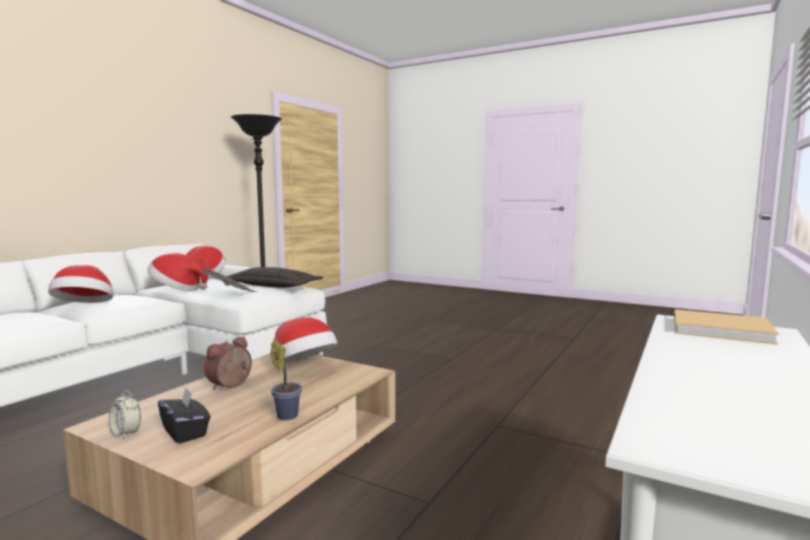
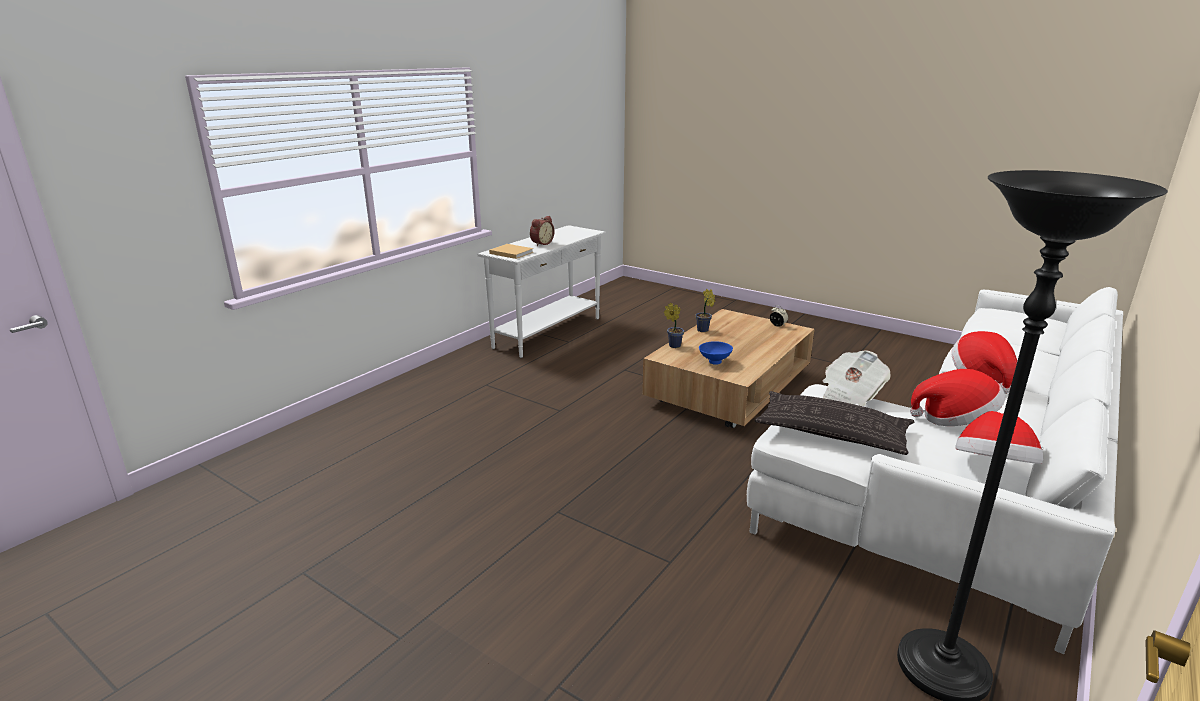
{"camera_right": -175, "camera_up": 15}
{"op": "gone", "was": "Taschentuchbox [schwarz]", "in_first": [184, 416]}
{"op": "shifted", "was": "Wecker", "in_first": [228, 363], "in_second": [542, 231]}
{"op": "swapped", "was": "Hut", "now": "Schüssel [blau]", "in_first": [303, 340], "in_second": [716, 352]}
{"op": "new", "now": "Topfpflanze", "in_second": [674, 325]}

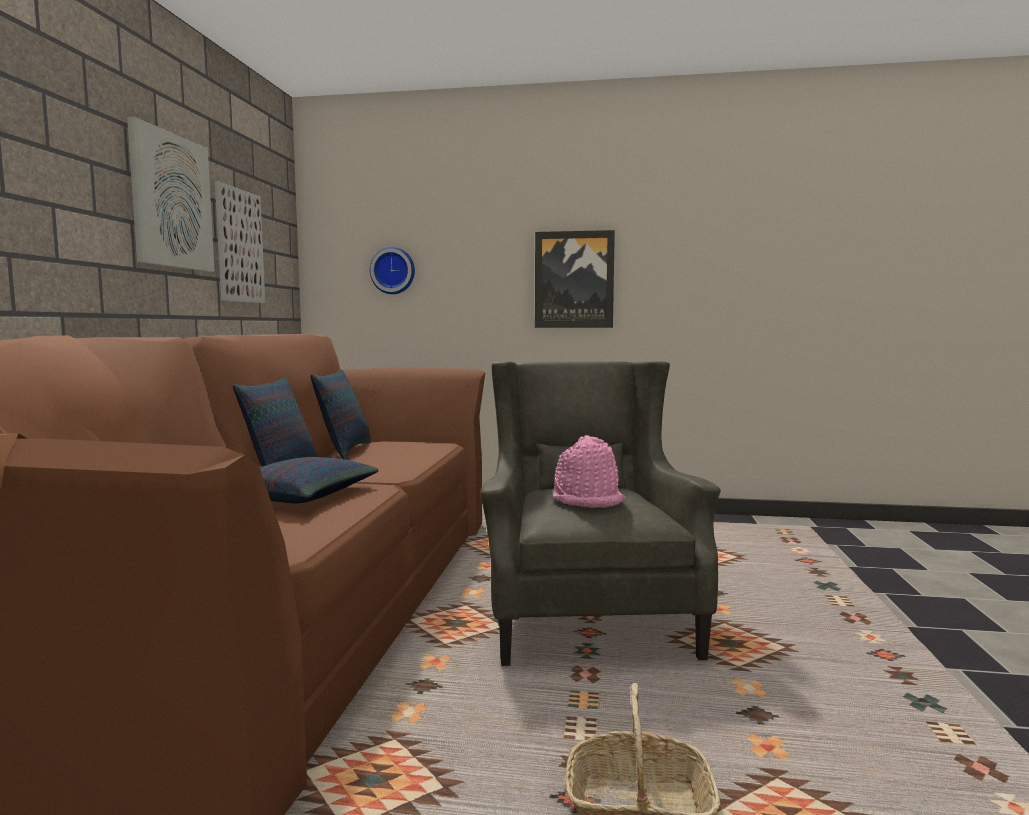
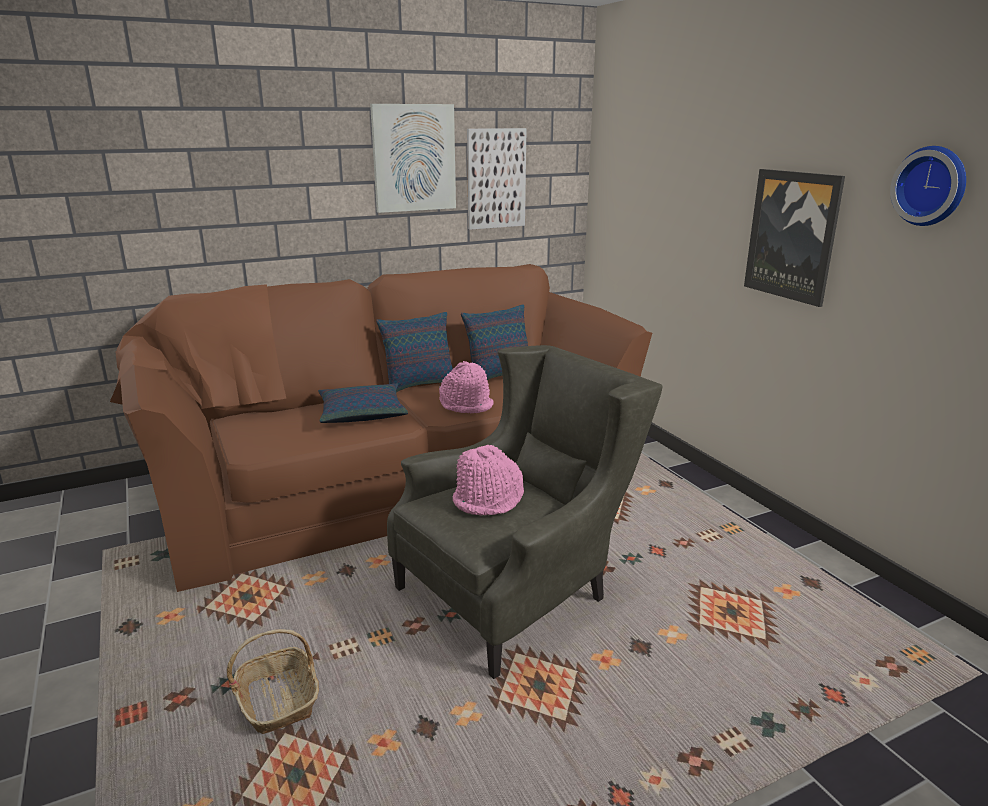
{"camera_right": 55, "camera_up": 15}
{"op": "shifted", "was": "Wanduhr", "in_first": [392, 270], "in_second": [928, 186]}
{"op": "new", "now": "Hut [rosa]", "in_second": [466, 387]}

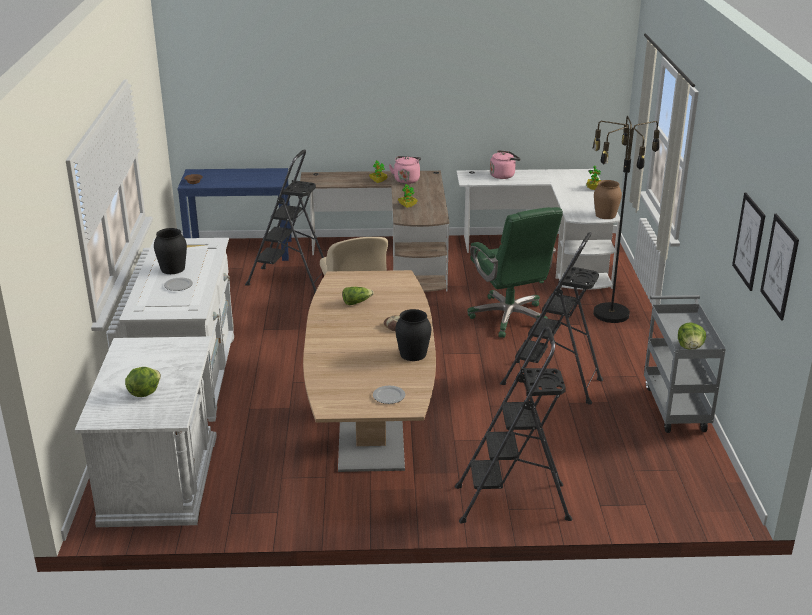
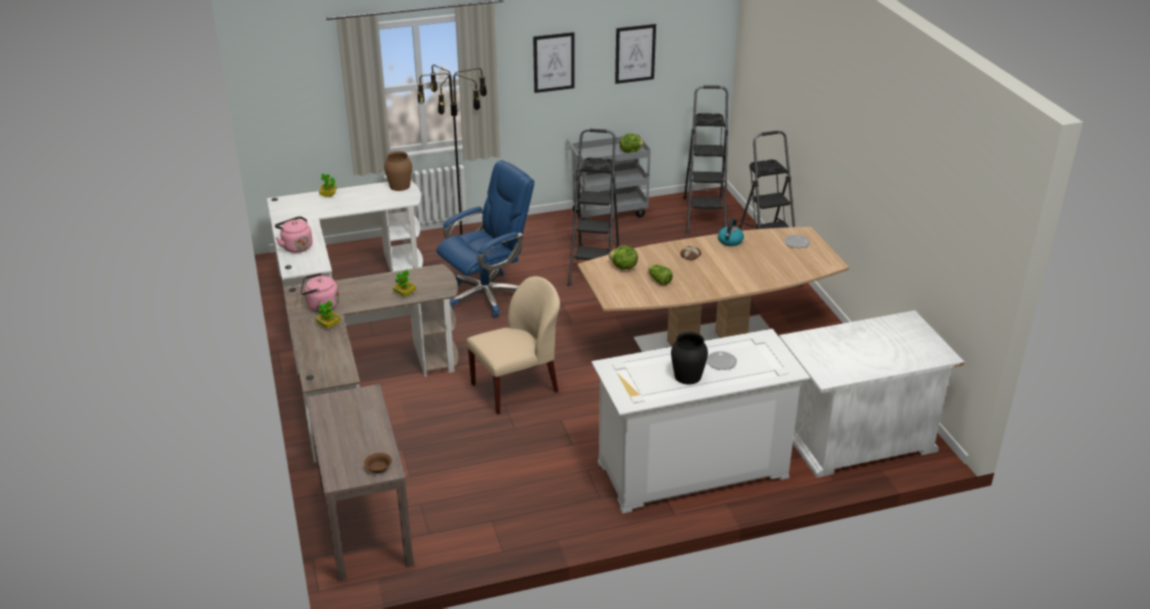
{"camera_right": -105, "camera_up": 5}
{"op": "shifted", "was": "Salatkopf", "in_first": [143, 382], "in_second": [623, 258]}
{"op": "repainted", "was": "Konsolentisch [blau]", "now": "Konsolentisch [braun]", "in_first": [234, 214], "in_second": [360, 483]}
{"op": "shifted", "was": "Trittleiter", "in_first": [284, 221], "in_second": [705, 159]}
{"op": "swapped", "was": "Vase [schwarz]", "now": "Wasserkessel", "in_first": [413, 335], "in_second": [731, 232]}
{"op": "repainted", "was": "Bürostuhl [grün]", "now": "Bürostuhl [blau]", "in_first": [515, 272], "in_second": [485, 239]}
{"op": "shifted", "was": "Bild", "in_first": [779, 267], "in_second": [554, 62]}

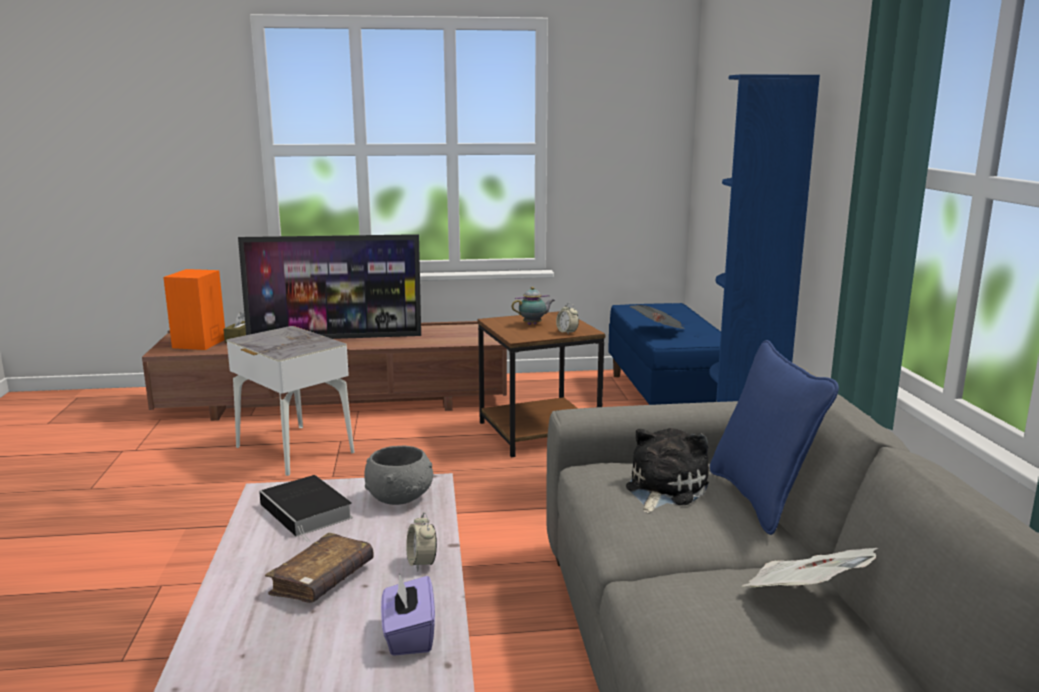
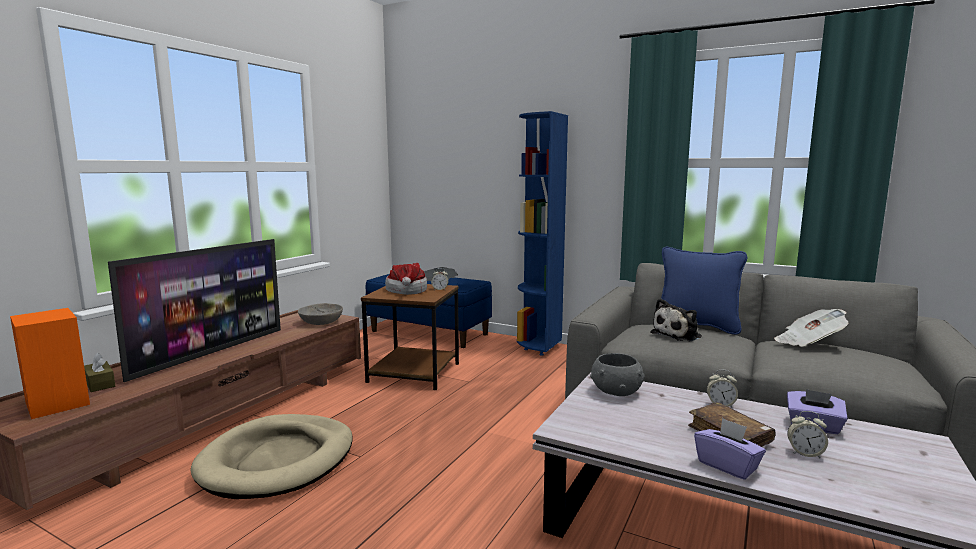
{"camera_right": -55, "camera_up": -5}
{"op": "swapped", "was": "Beistelltisch", "now": "Hundebett [beige]", "in_first": [290, 401], "in_second": [271, 456]}
{"op": "gone", "was": "Buch", "in_first": [306, 508]}
{"op": "swapped", "was": "Teekanne", "now": "Hut", "in_first": [533, 306], "in_second": [406, 279]}
{"op": "rotated", "was": "Plüschtier", "in_first": [667, 471], "in_second": [676, 320], "clockwise": -105}
{"op": "new", "now": "Schüssel [grau]", "in_second": [320, 314]}
{"op": "new", "now": "Taschentuchbox [lila]", "in_second": [730, 449]}
{"op": "new", "now": "Wecker", "in_second": [807, 434]}

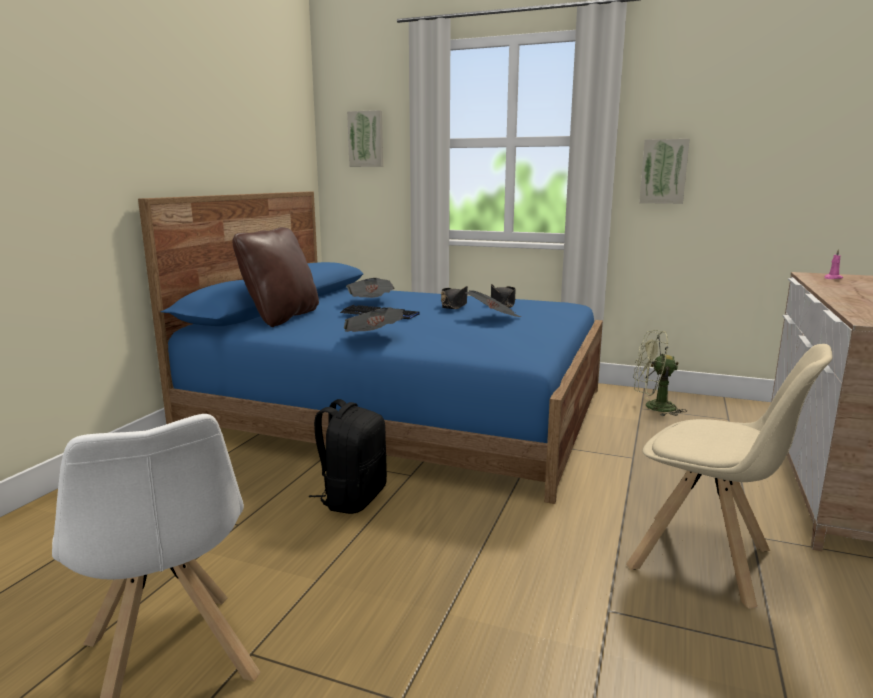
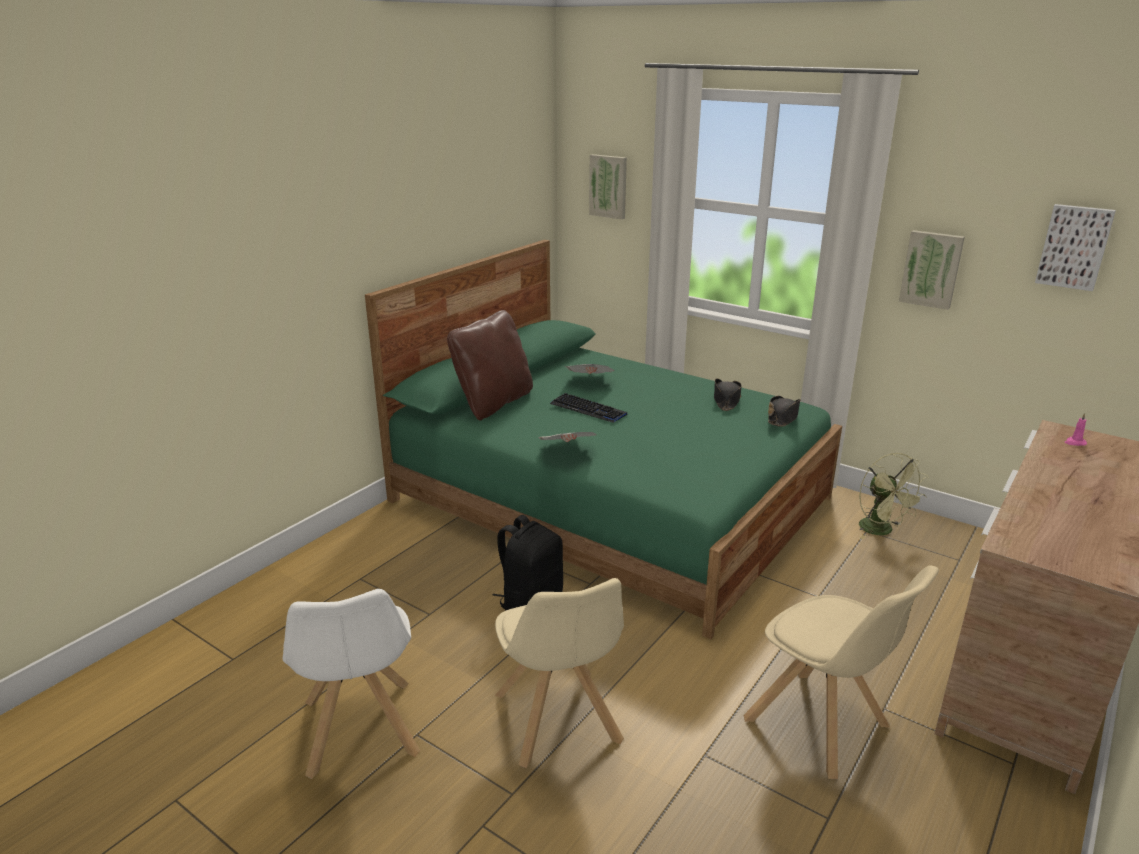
{"camera_right": 15, "camera_up": 10}
{"op": "repainted", "was": "Bett [blau]", "now": "Bett [grün]", "in_first": [370, 348], "in_second": [603, 439]}
{"op": "shifted", "was": "Hut [schwarz]", "in_first": [454, 297], "in_second": [784, 411]}
{"op": "gone", "was": "Zeitung", "in_first": [493, 303]}
{"op": "rotated", "was": "Ventilator [grün]", "in_first": [660, 373], "in_second": [893, 496], "clockwise": -135}
{"op": "new", "now": "Stuhl [beige]", "in_second": [559, 673]}
{"op": "new", "now": "Bild", "in_second": [1075, 247]}

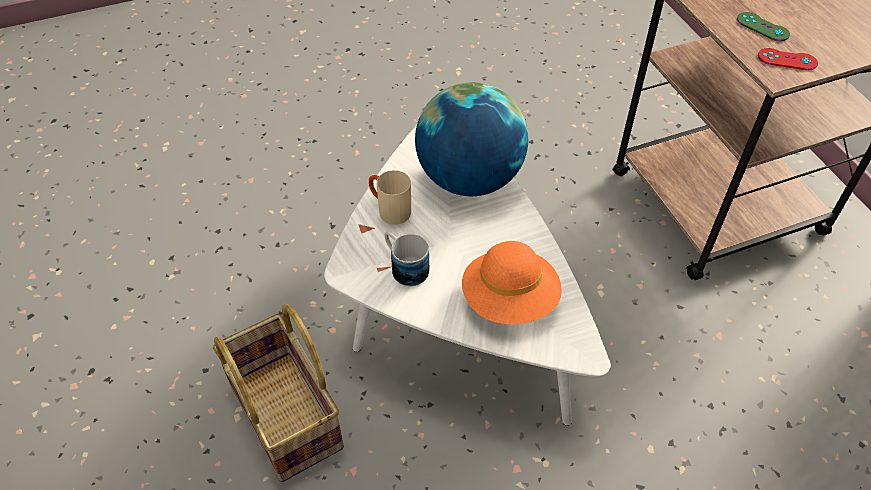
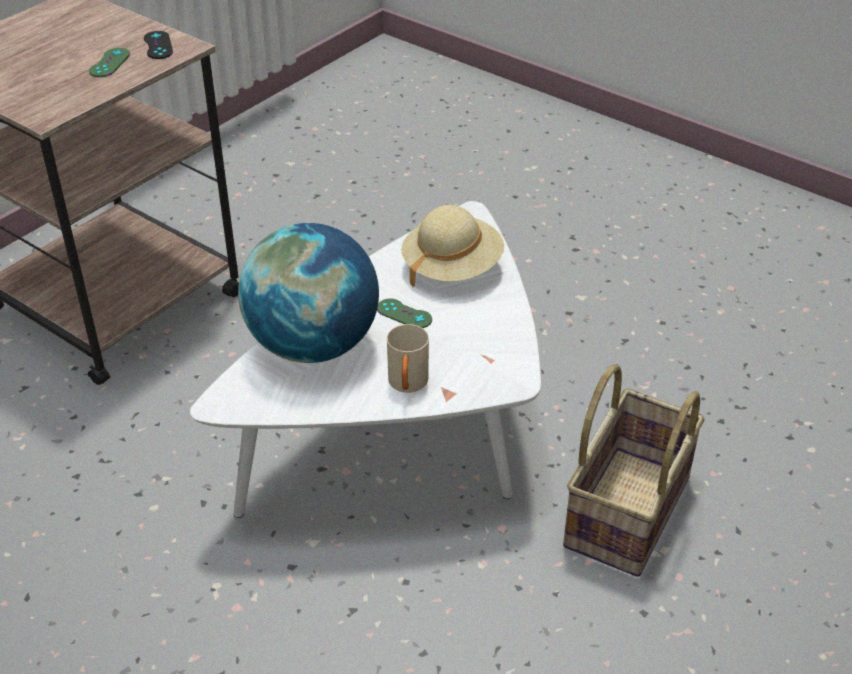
{"camera_right": -120, "camera_up": -10}
{"op": "gone", "was": "Henkelbecher", "in_first": [407, 258]}
{"op": "repainted", "was": "Hut [orange]", "now": "Hut [beige]", "in_first": [512, 282], "in_second": [452, 246]}
{"op": "repainted", "was": "Gamepad [rot]", "now": "Gamepad [schwarz]", "in_first": [788, 59], "in_second": [158, 45]}
{"op": "new", "now": "Gamepad [grün]", "in_second": [404, 313]}

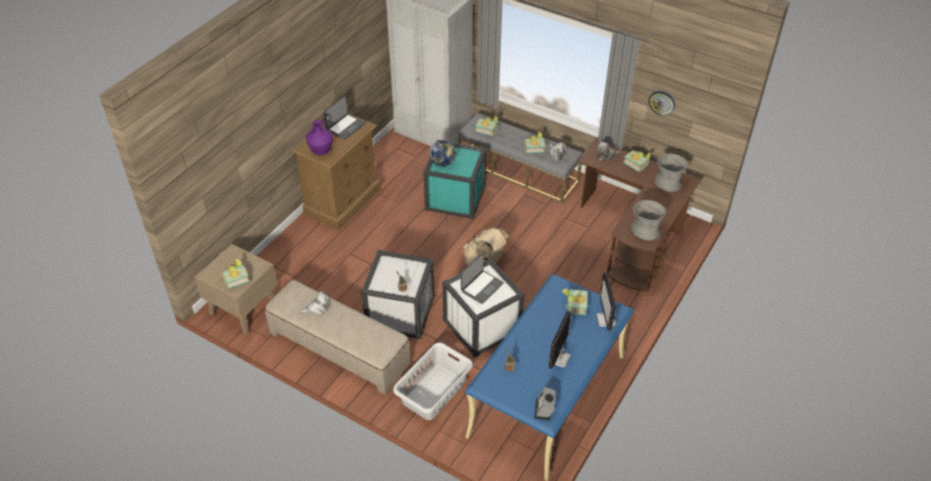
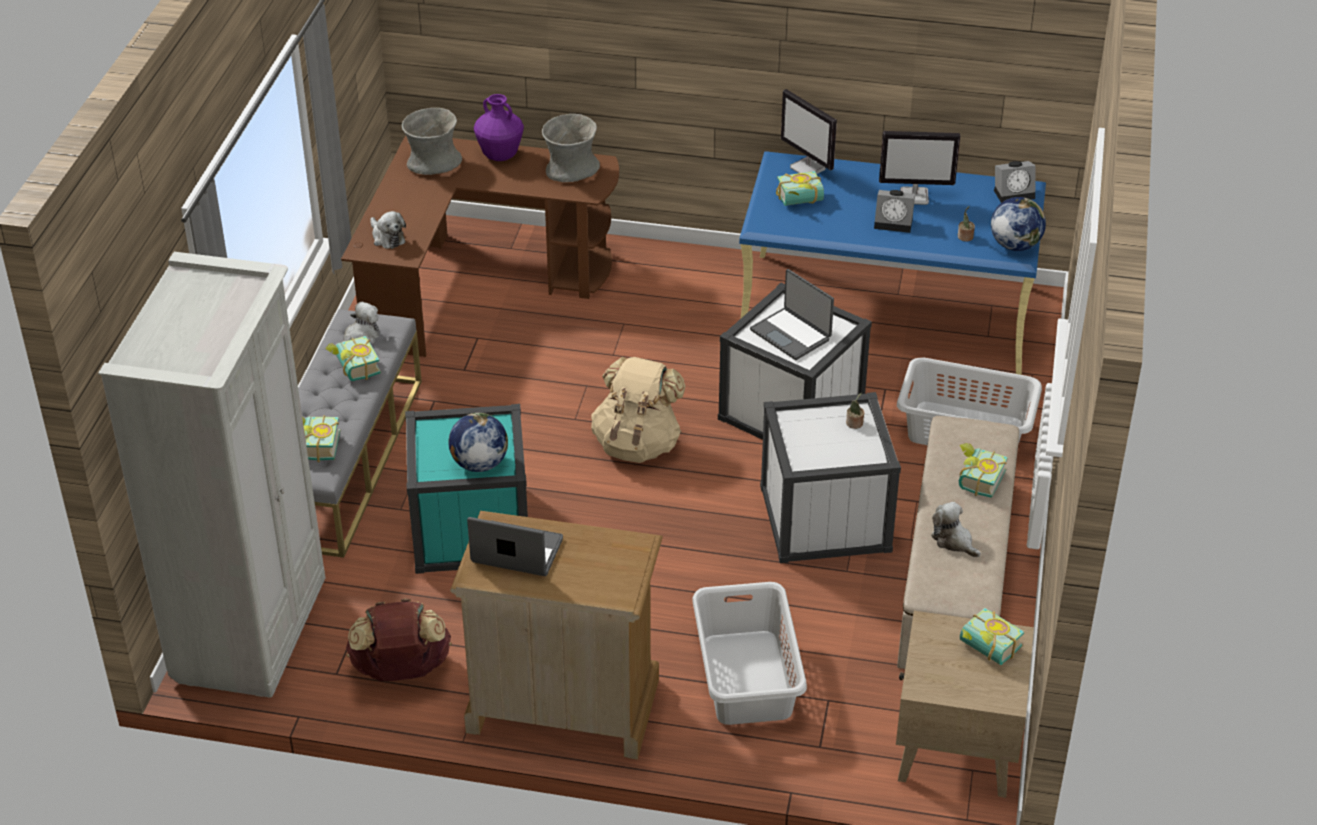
{"camera_right": -110, "camera_up": -5}
{"op": "shifted", "was": "Vase [lila]", "in_first": [319, 137], "in_second": [499, 127]}
{"op": "rotated", "was": "Laptop", "in_first": [482, 278], "in_second": [792, 314], "clockwise": -150}
{"op": "rotated", "was": "Monitor", "in_first": [606, 301], "in_second": [809, 131], "clockwise": 75}
{"op": "shifted", "was": "Buch", "in_first": [636, 161], "in_second": [983, 470]}
{"op": "gone", "was": "Wanduhr", "in_first": [661, 103]}
{"op": "new", "now": "Rucksack [braun]", "in_second": [399, 639]}
{"op": "new", "now": "Wäschekorb [grau]", "in_second": [749, 653]}
{"op": "new", "now": "Wecker", "in_second": [894, 211]}
{"op": "new", "now": "Globus", "in_second": [1018, 224]}

